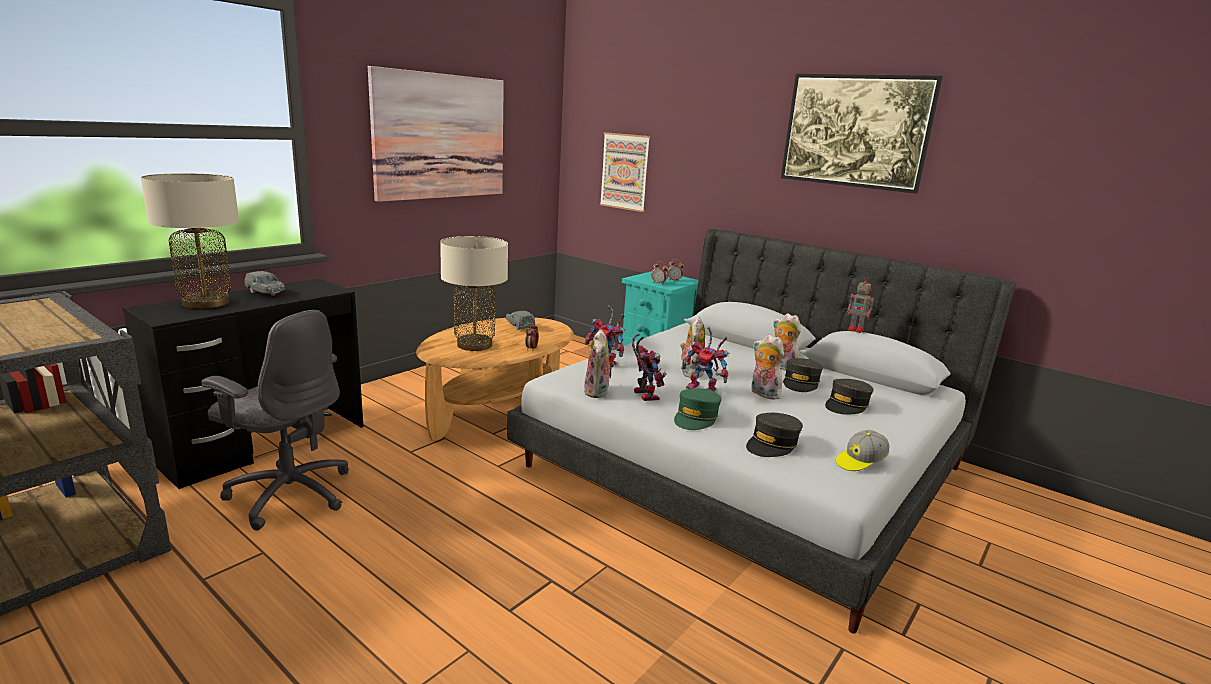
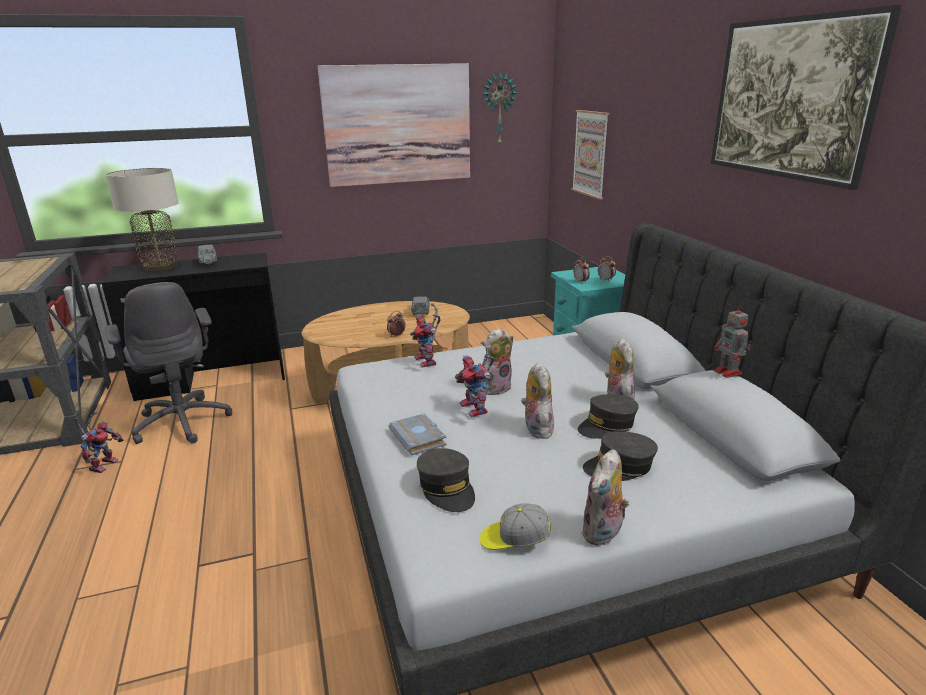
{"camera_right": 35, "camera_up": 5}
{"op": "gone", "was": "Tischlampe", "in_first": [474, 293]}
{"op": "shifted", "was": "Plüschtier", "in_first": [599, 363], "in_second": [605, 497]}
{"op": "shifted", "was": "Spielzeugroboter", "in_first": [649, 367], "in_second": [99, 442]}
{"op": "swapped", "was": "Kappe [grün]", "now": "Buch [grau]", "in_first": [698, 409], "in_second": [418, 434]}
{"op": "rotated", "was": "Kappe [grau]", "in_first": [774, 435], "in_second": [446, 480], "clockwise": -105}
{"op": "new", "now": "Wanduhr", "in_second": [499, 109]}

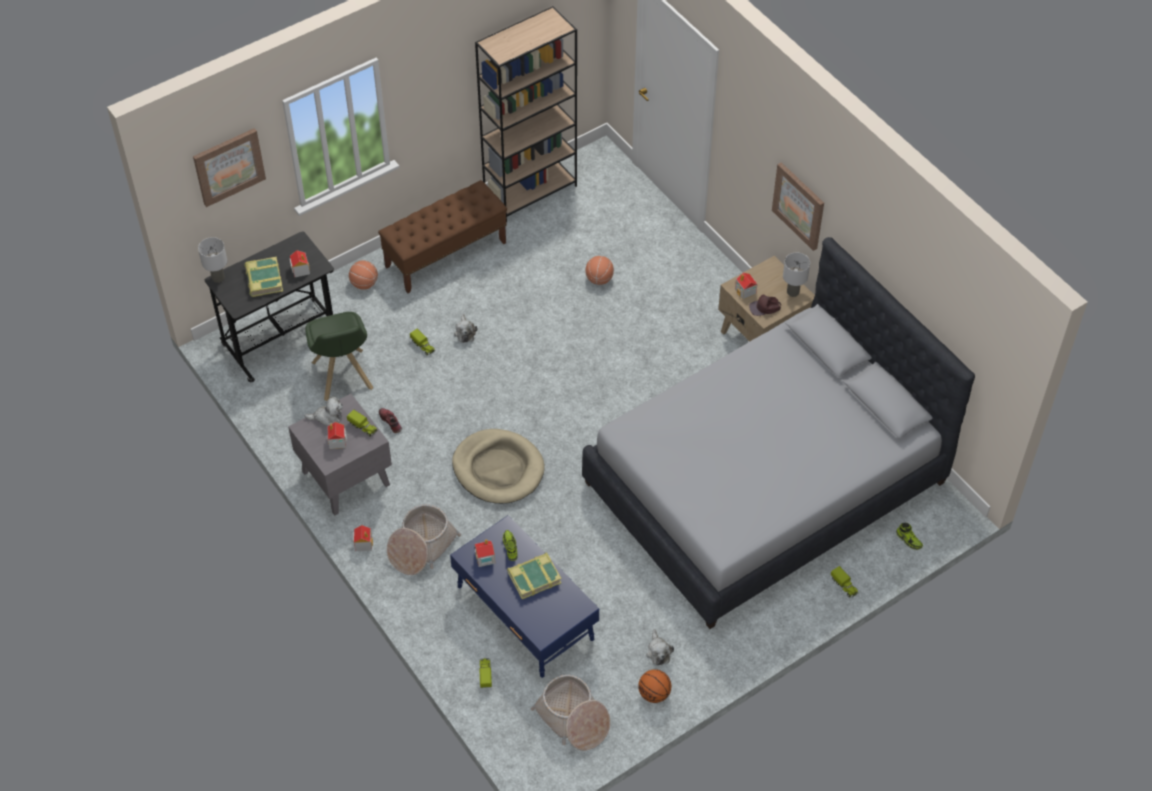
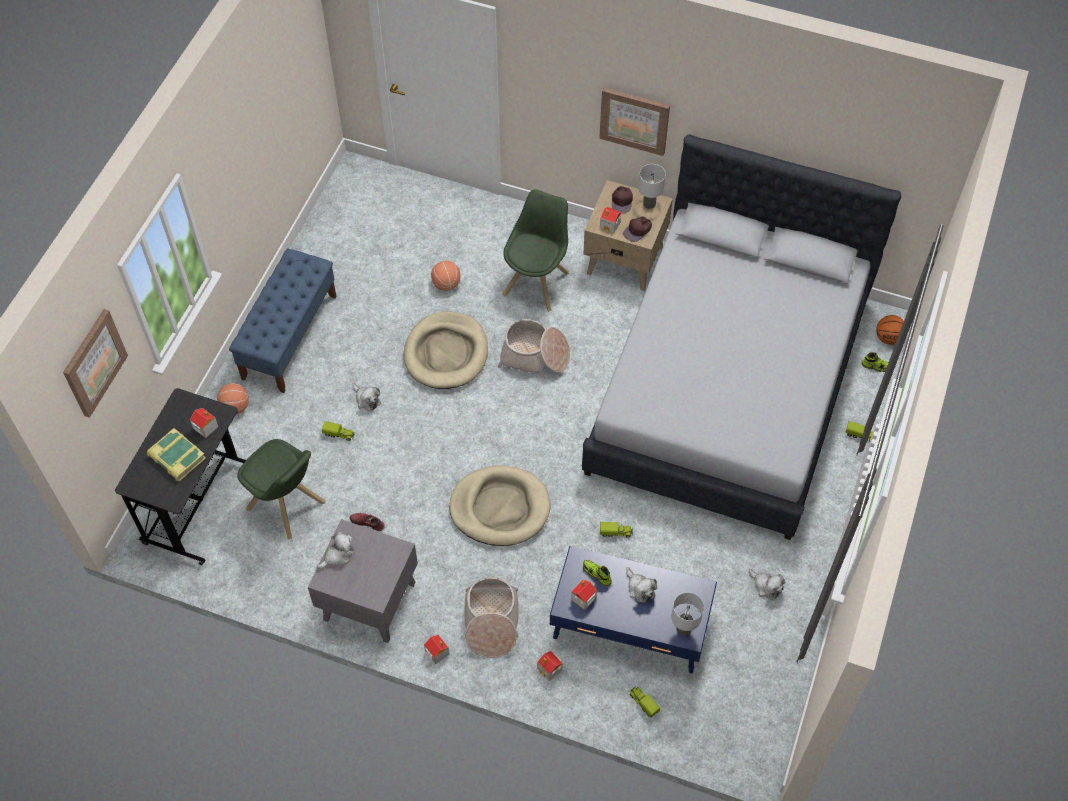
{"camera_right": -35, "camera_up": 5}
{"op": "shifted", "was": "Tischlampe [weiß]", "in_first": [212, 260], "in_second": [687, 613]}
{"op": "shifted", "was": "Spielzeughaus", "in_first": [337, 435], "in_second": [550, 666]}
{"op": "shifted", "was": "Spielzeuglaster", "in_first": [362, 423], "in_second": [616, 530]}
{"op": "repainted", "was": "Bank [braun]", "now": "Bank [blau]", "in_first": [442, 236], "in_second": [282, 321]}
{"op": "gone", "was": "Bücherregal [beige]", "in_first": [526, 114]}
{"op": "swapped", "was": "Buch", "now": "Plüschtier", "in_first": [534, 575], "in_second": [641, 585]}
{"op": "shifted", "was": "Korb", "in_first": [570, 713], "in_second": [534, 348]}
{"op": "shifted", "was": "Basketball", "in_first": [654, 686], "in_second": [890, 330]}
{"op": "new", "now": "Hundebett [beige]", "in_second": [446, 350]}
{"op": "new", "now": "Stuhl [grün]", "in_second": [536, 250]}
{"op": "new", "now": "Kappe [braun]", "in_second": [622, 199]}

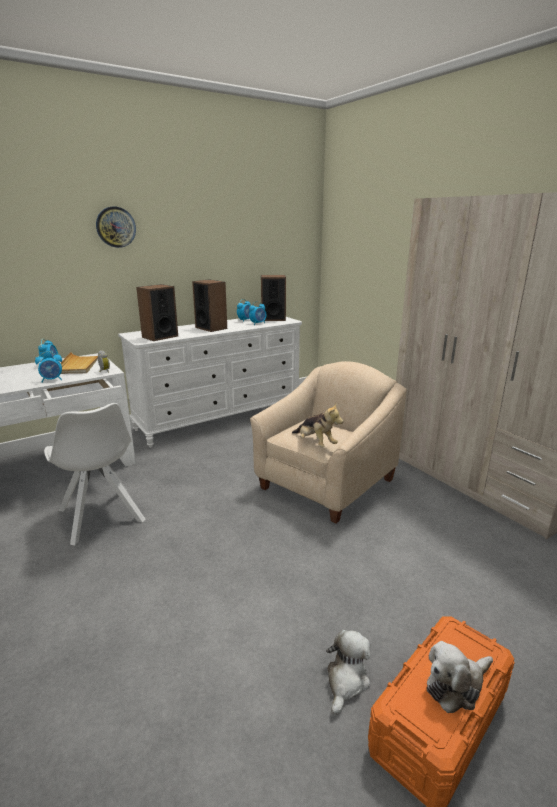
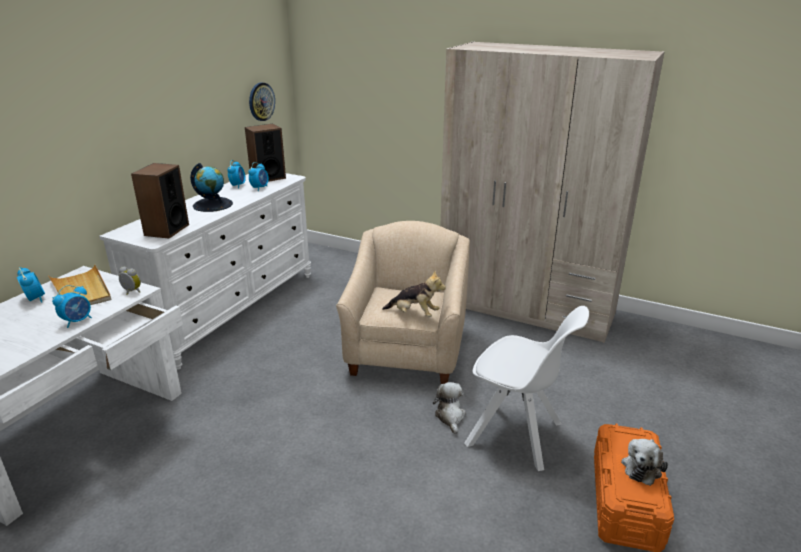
{"camera_right": -30, "camera_up": 5}
{"op": "shifted", "was": "Stuhl [weiß]", "in_first": [94, 474], "in_second": [526, 388]}
{"op": "shifted", "was": "Wanduhr", "in_first": [116, 227], "in_second": [262, 101]}
{"op": "swapped", "was": "Lautsprecher", "now": "Globus", "in_first": [209, 306], "in_second": [211, 187]}
{"op": "shifted", "was": "Plüschtier", "in_first": [348, 672], "in_second": [449, 408]}

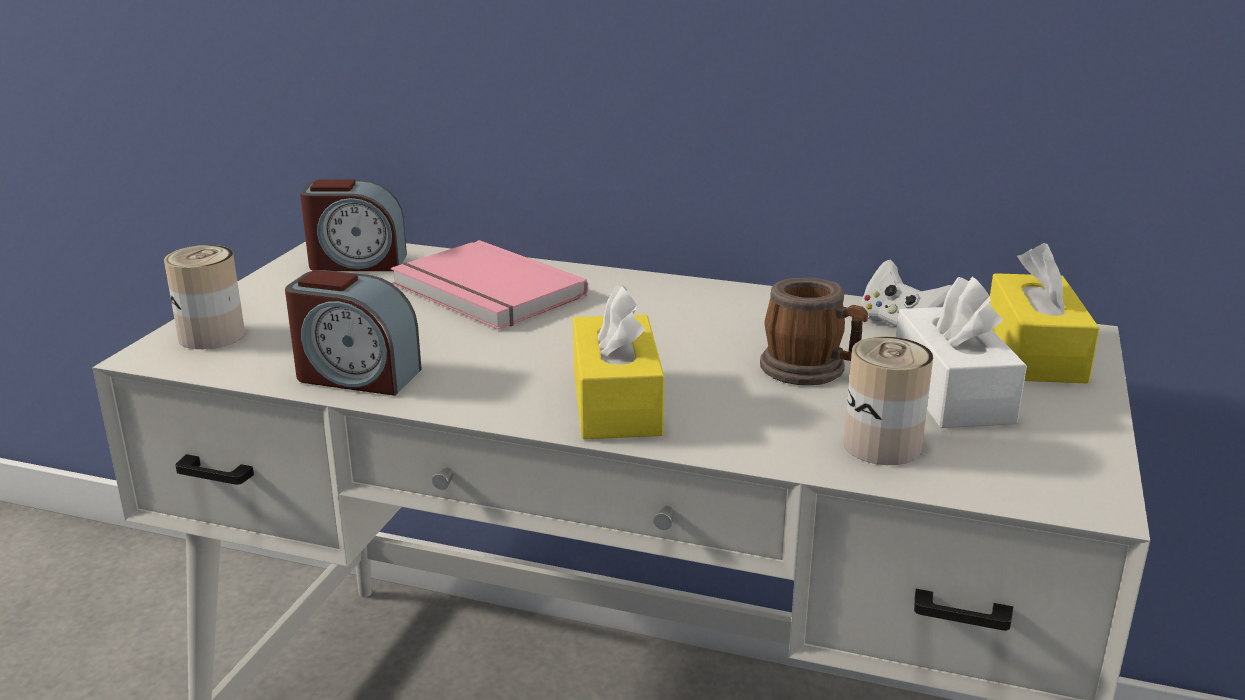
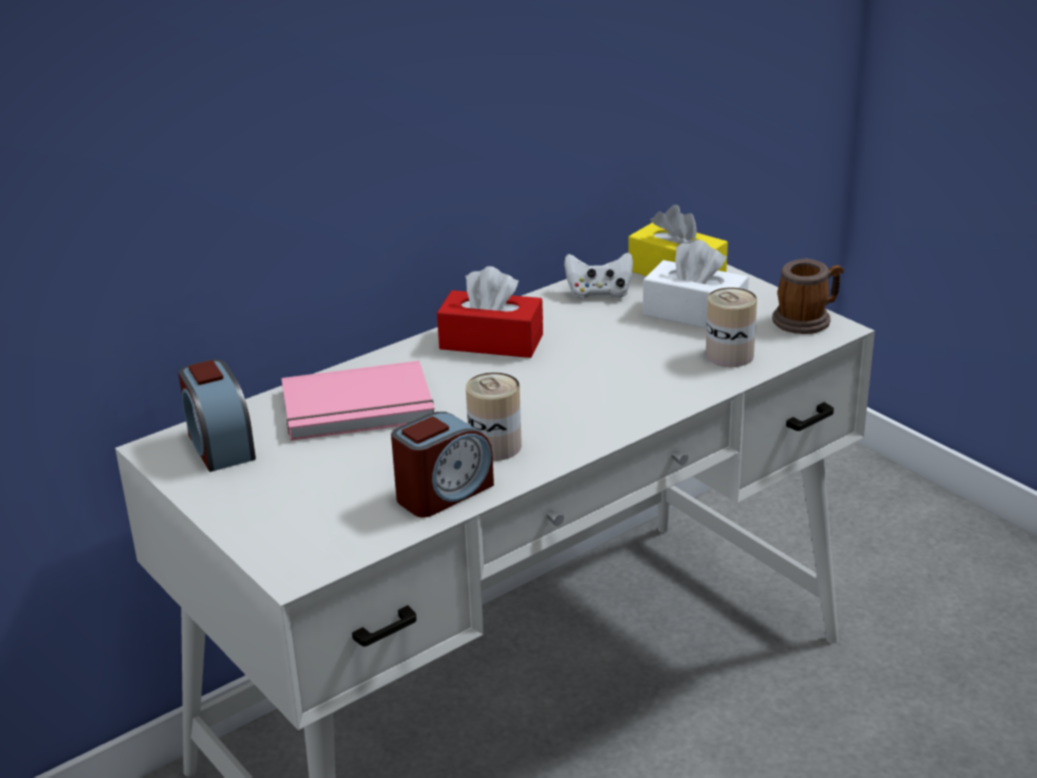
{"camera_right": -55, "camera_up": 5}
{"op": "shifted", "was": "Dose", "in_first": [204, 297], "in_second": [494, 416]}
{"op": "rotated", "was": "Wecker", "in_first": [353, 225], "in_second": [217, 415], "clockwise": 120}
{"op": "gone", "was": "Taschentuchbox [gelb]", "in_first": [619, 362]}
{"op": "shifted", "was": "Henkelbecher", "in_first": [814, 331], "in_second": [808, 296]}
{"op": "new", "now": "Taschentuchbox [rot]", "in_second": [490, 312]}

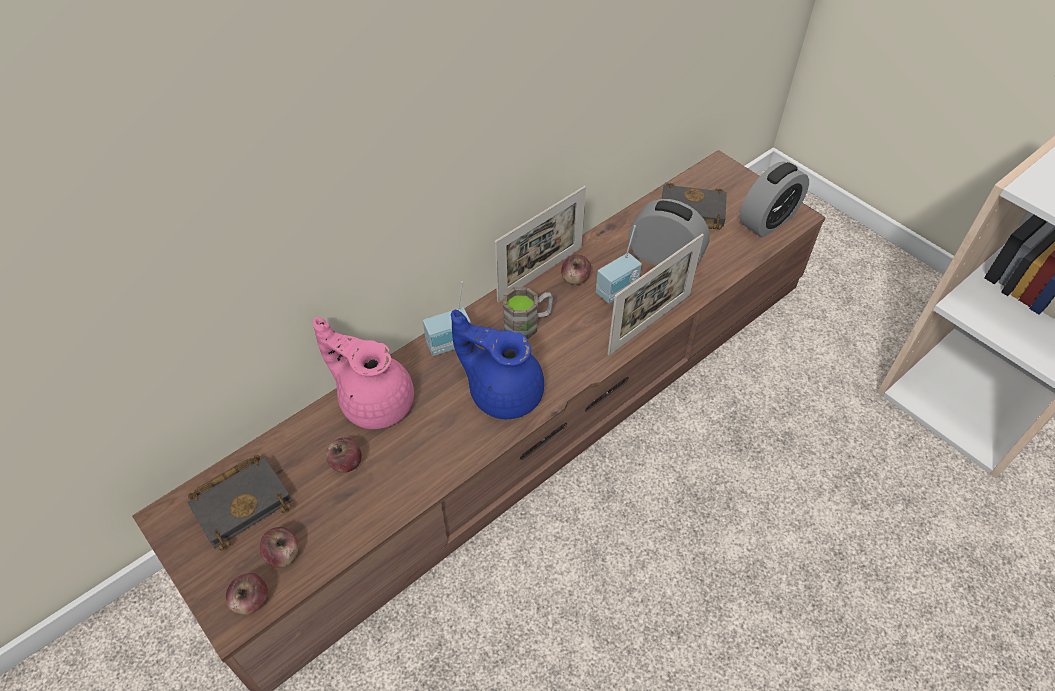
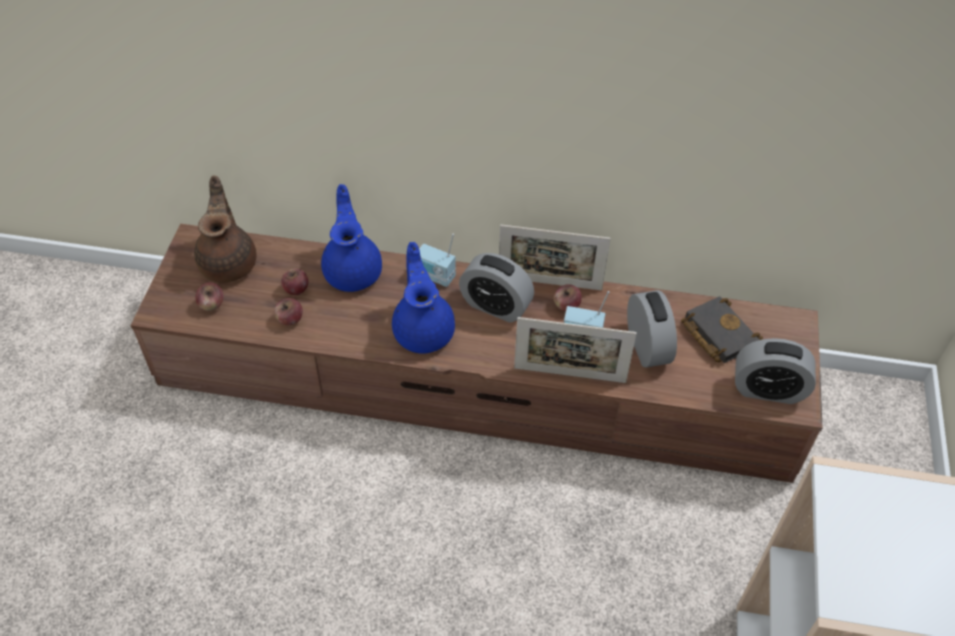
{"camera_right": 50, "camera_up": 0}
{"op": "swapped", "was": "Buch [schwarz]", "now": "Teekanne [braun]", "in_first": [239, 503], "in_second": [225, 229]}
{"op": "shifted", "was": "Apfel", "in_first": [247, 594], "in_second": [288, 311]}
{"op": "repainted", "was": "Teekanne [rosa]", "now": "Teekanne [blau]", "in_first": [363, 373], "in_second": [351, 238]}
{"op": "swapped", "was": "Henkelbecher [braun]", "now": "Wecker", "in_first": [528, 313], "in_second": [496, 288]}

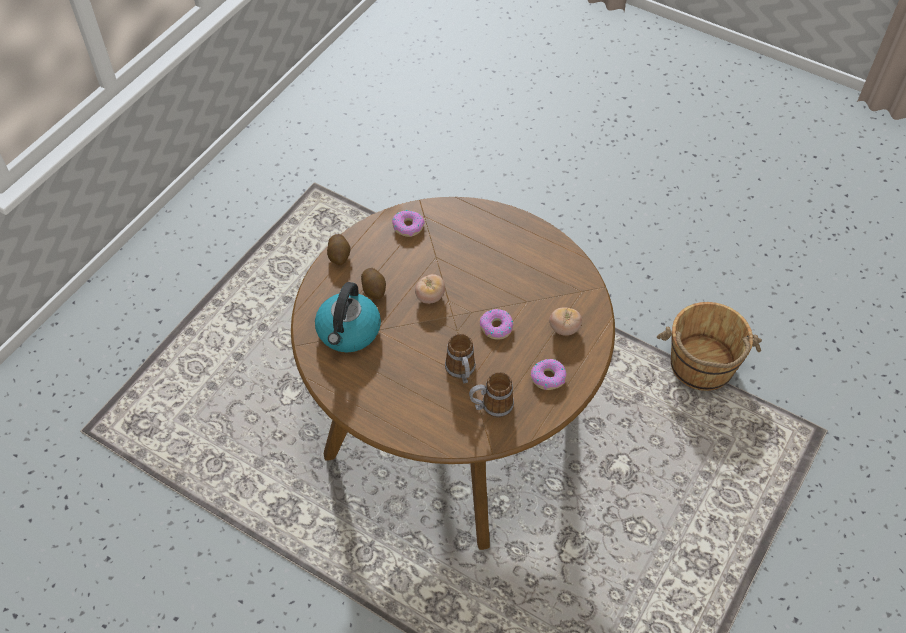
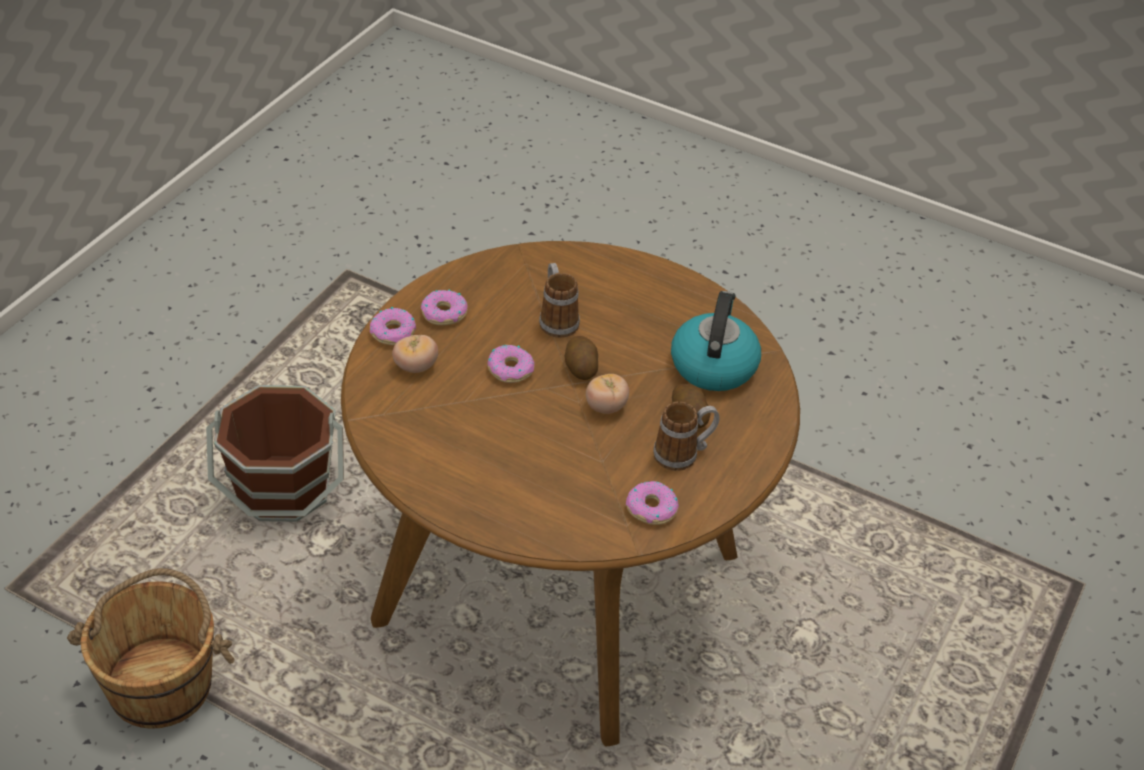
{"camera_right": 175, "camera_up": -10}
{"op": "shifted", "was": "Kartoffel", "in_first": [339, 249], "in_second": [581, 358]}
{"op": "shifted", "was": "Henkelbecher", "in_first": [491, 395], "in_second": [686, 436]}
{"op": "new", "now": "Eimer [braun]", "in_second": [275, 453]}
{"op": "new", "now": "Donut", "in_second": [393, 326]}

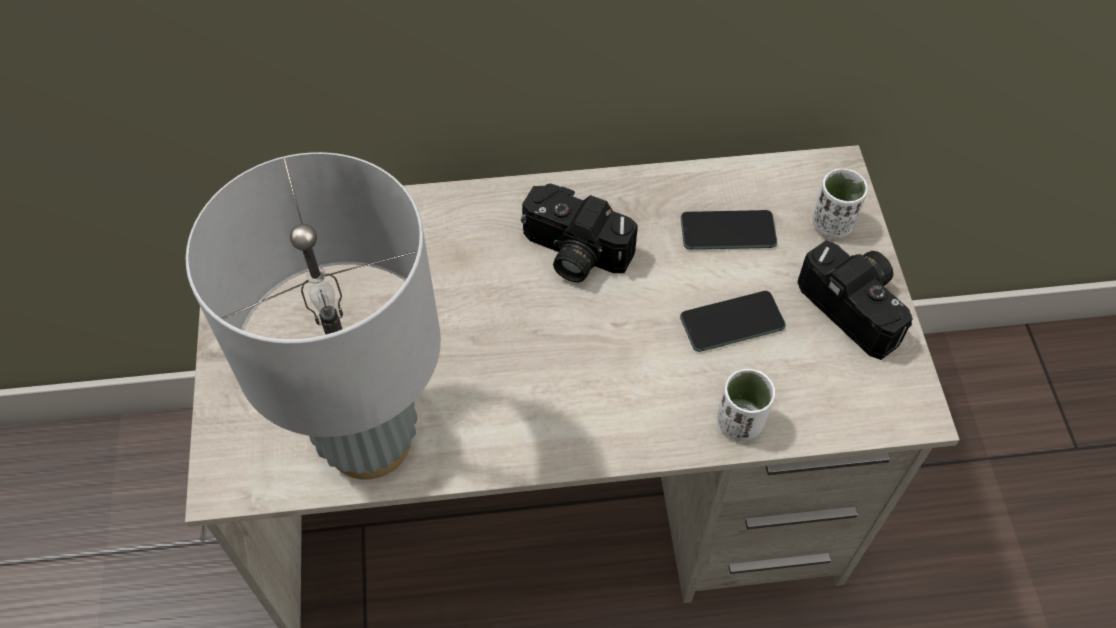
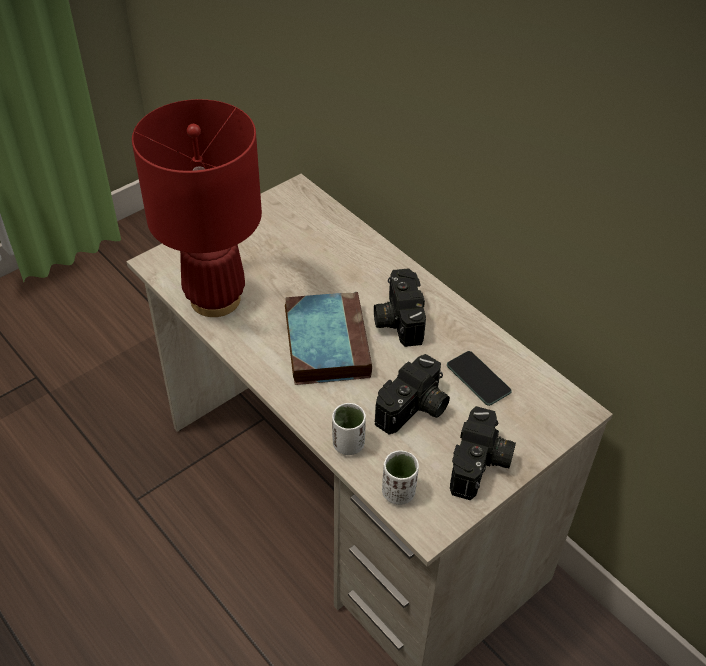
{"camera_right": 55, "camera_up": -10}
{"op": "repainted", "was": "Tischlampe [grau]", "now": "Tischlampe [rot]", "in_first": [313, 316], "in_second": [197, 208]}
{"op": "swapped", "was": "Handy", "now": "Kamera", "in_first": [733, 321], "in_second": [412, 394]}
{"op": "shifted", "was": "Tasse [weiß]", "in_first": [840, 203], "in_second": [400, 477]}
{"op": "new", "now": "Buch", "in_second": [328, 338]}

